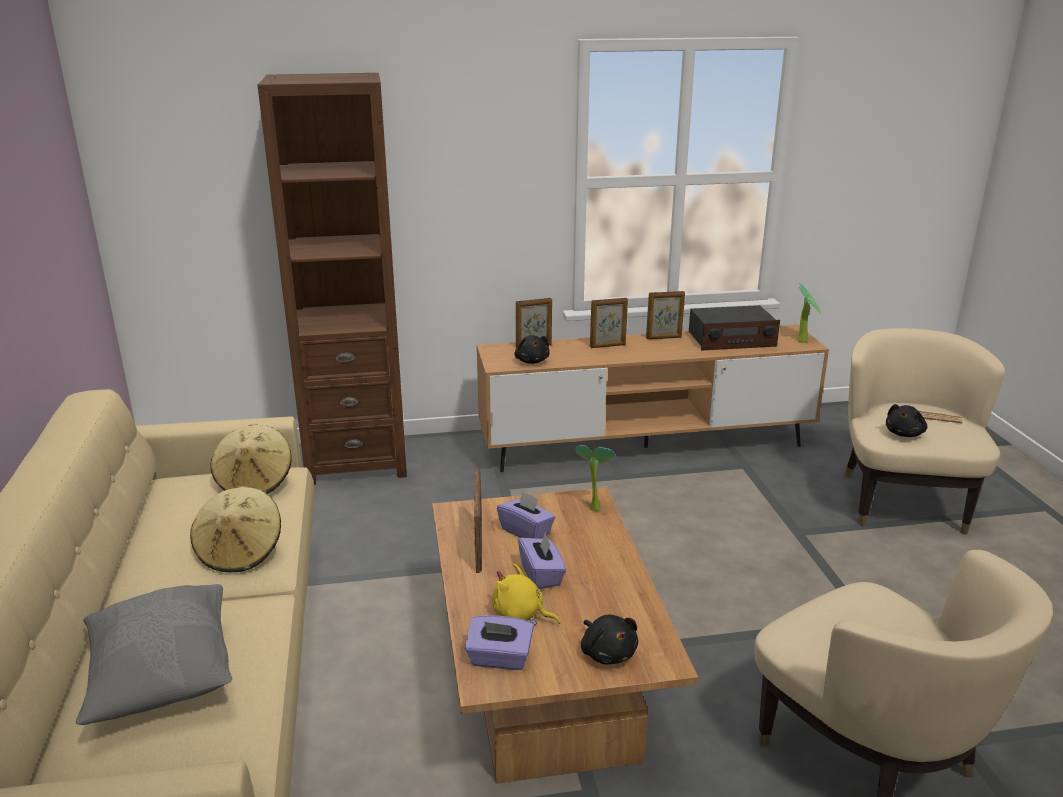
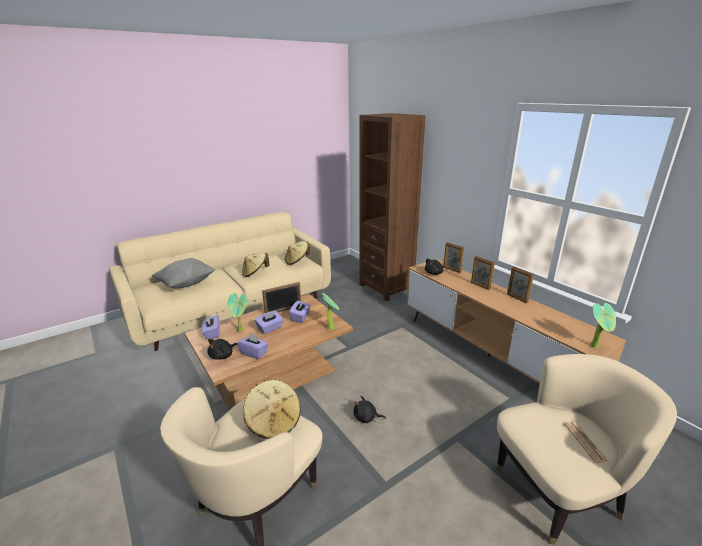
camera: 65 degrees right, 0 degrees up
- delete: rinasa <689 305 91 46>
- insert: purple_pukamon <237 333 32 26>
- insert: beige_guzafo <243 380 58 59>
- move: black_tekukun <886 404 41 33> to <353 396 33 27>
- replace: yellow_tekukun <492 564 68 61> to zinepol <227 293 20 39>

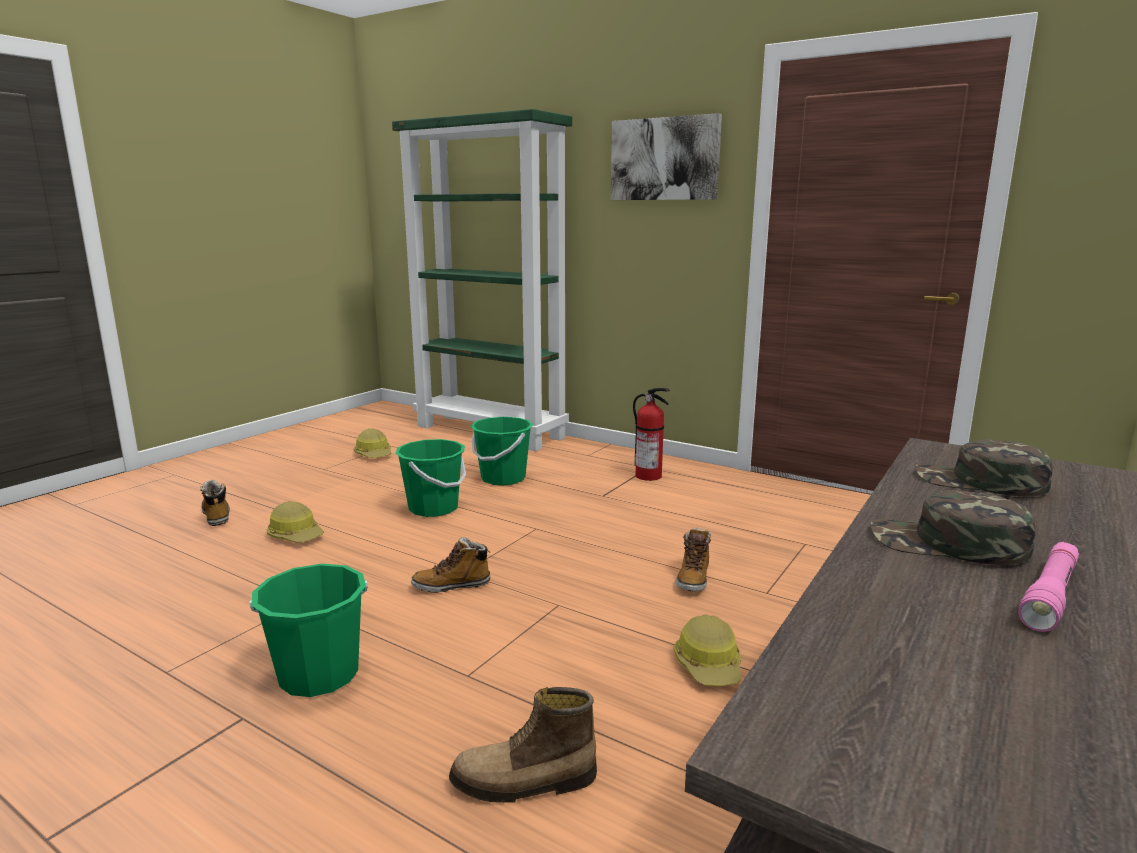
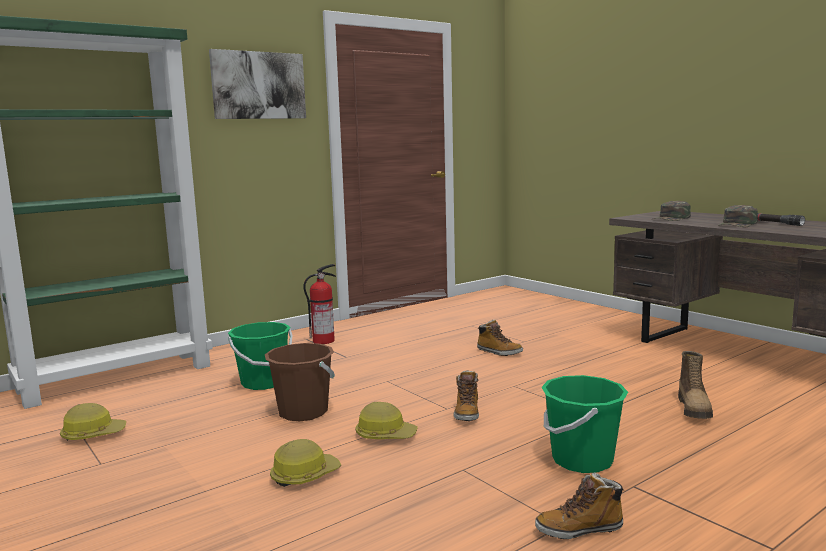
camera: 70 degrees left, 5 degrees down
- move: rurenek <200 479 30 47> to <535 472 90 67>
- move: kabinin <674 615 67 71> to <355 402 63 37>
- recolor: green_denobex <395 439 71 78> to brown_denobex <265 343 70 78>
- recolor: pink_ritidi <1018 542 61 90> to black_ritidi <757 213 48 13>

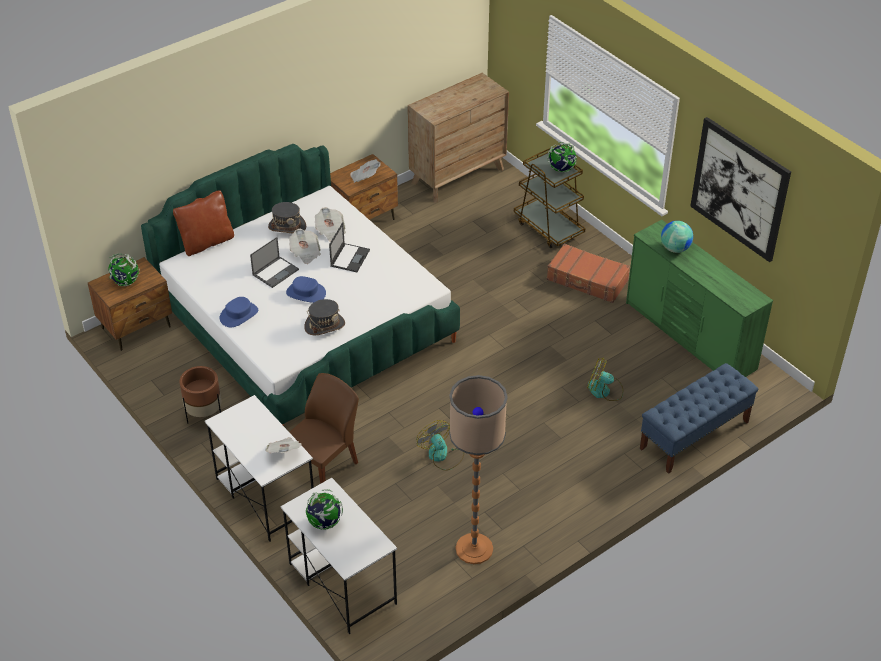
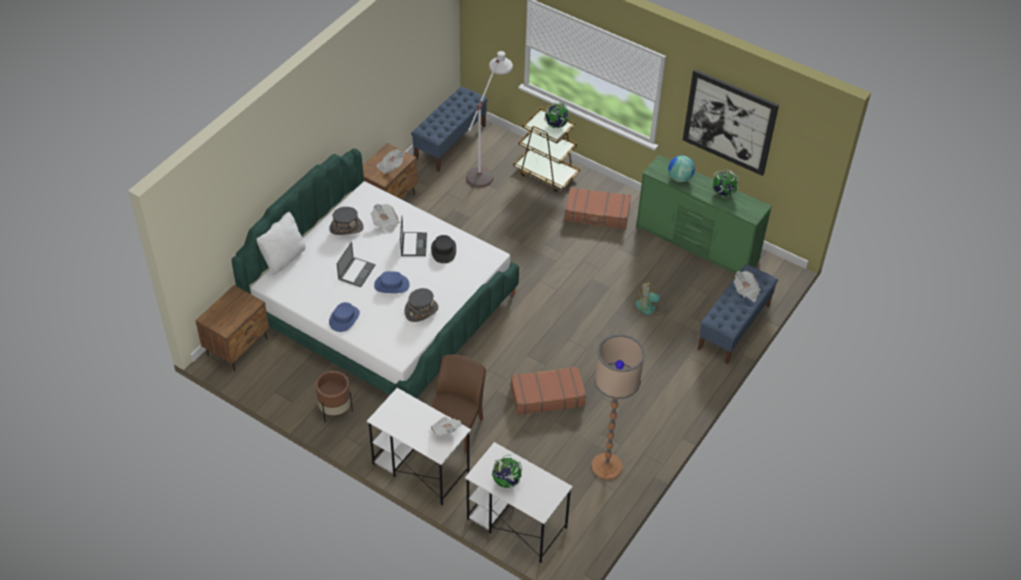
camera: 20 degrees left, 5 degrees up
- insert: black_guzafo <431 235 25 28>
- insert: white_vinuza <466 51 47 136>
- move: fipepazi <108 254 32 32> to <711 170 28 27>
- move: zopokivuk <289 229 32 35> to <734 271 27 31>
- replace: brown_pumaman <408 73 101 130> to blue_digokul <411 86 77 86>
- replace: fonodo <417 420 47 51> to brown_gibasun <511 366 75 49>
- recolor: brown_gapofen <173 190 61 66> to white_gapofen <257 212 49 63>

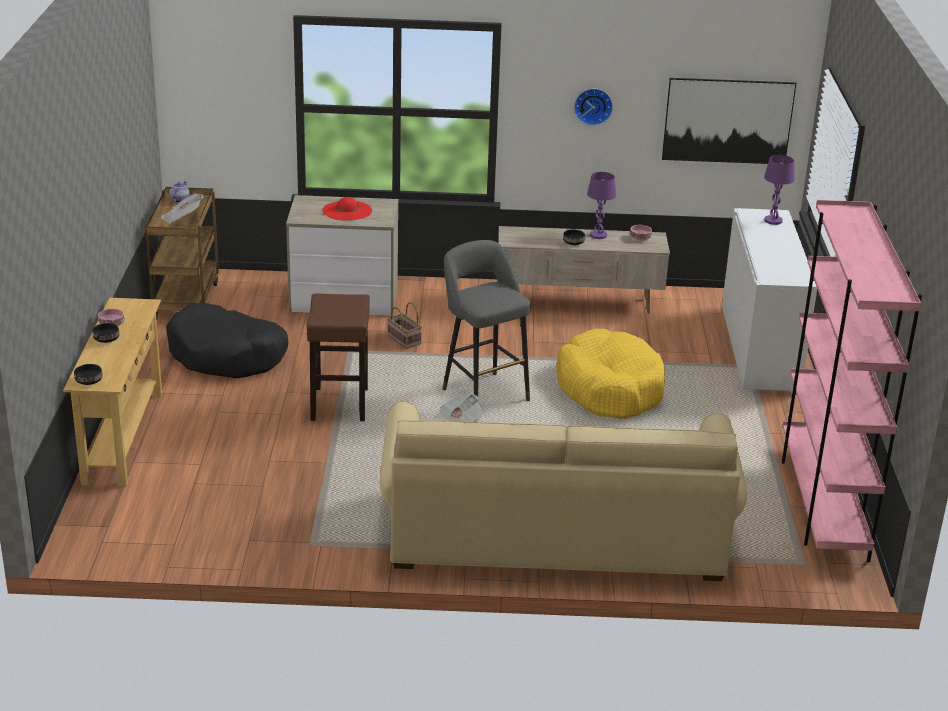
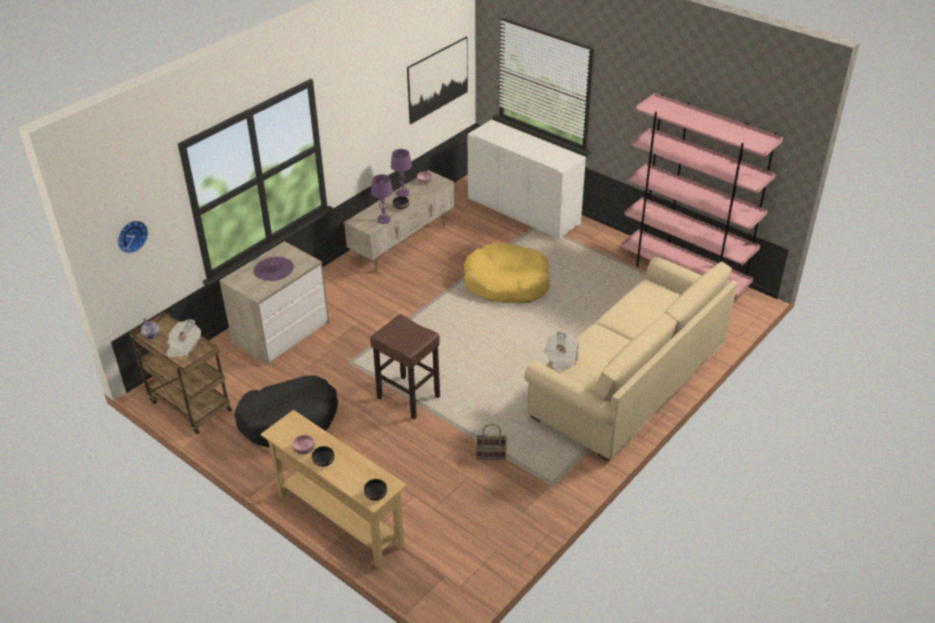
camera: 50 degrees left, 10 degrees up
- delete: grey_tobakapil <442 240 89 161>
- move: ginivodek <387 302 35 47> to <475 424 32 36>
- move: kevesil <574 88 39 38> to <118 221 30 32>
- move: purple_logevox <764 155 31 70> to <371 174 22 50>
- recolor: red_guzafo <322 197 50 23> to purple_guzafo <253 257 41 24>

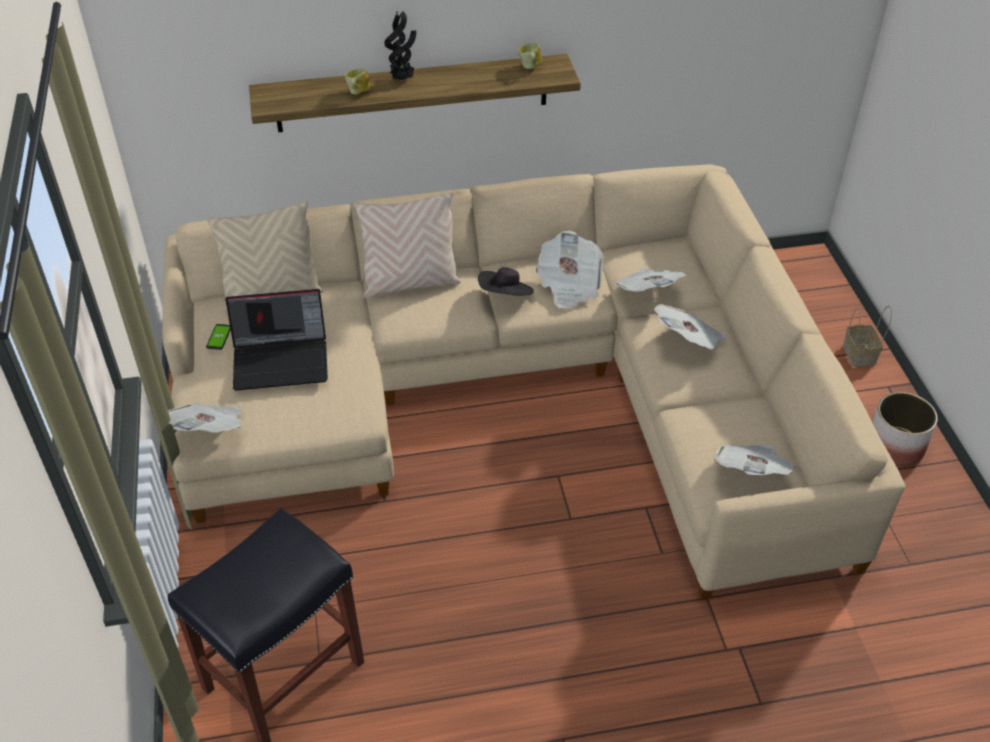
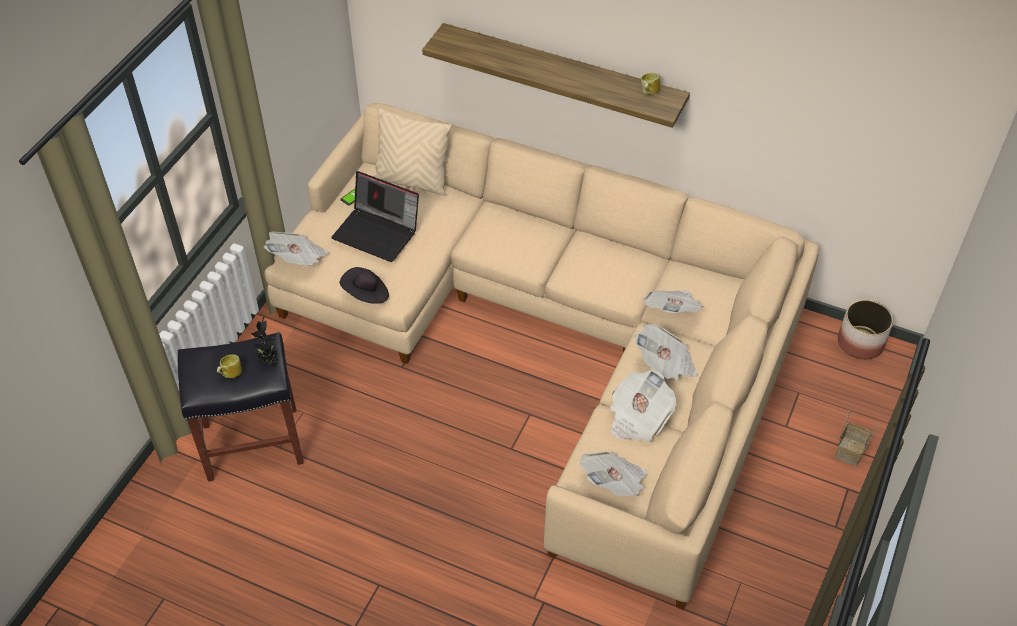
camera: 35 degrees right, 5 degrees up
- delete: beige_gapofen <354 192 107 106>
- move: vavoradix <345 68 25 26> to <217 354 25 24>
- move: zinepol <384 11 32 70> to <251 317 27 48>
- move: black_guzafo <478 267 56 29> to <340 267 49 37>
- move: zopokivuk <536 231 68 78> to <610 370 66 72>
- move: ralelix <872 392 66 74> to <838 300 55 60>

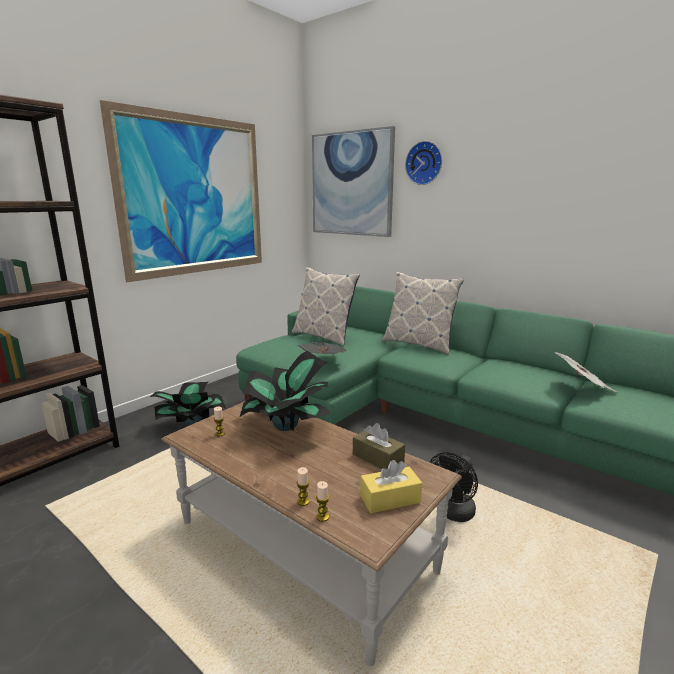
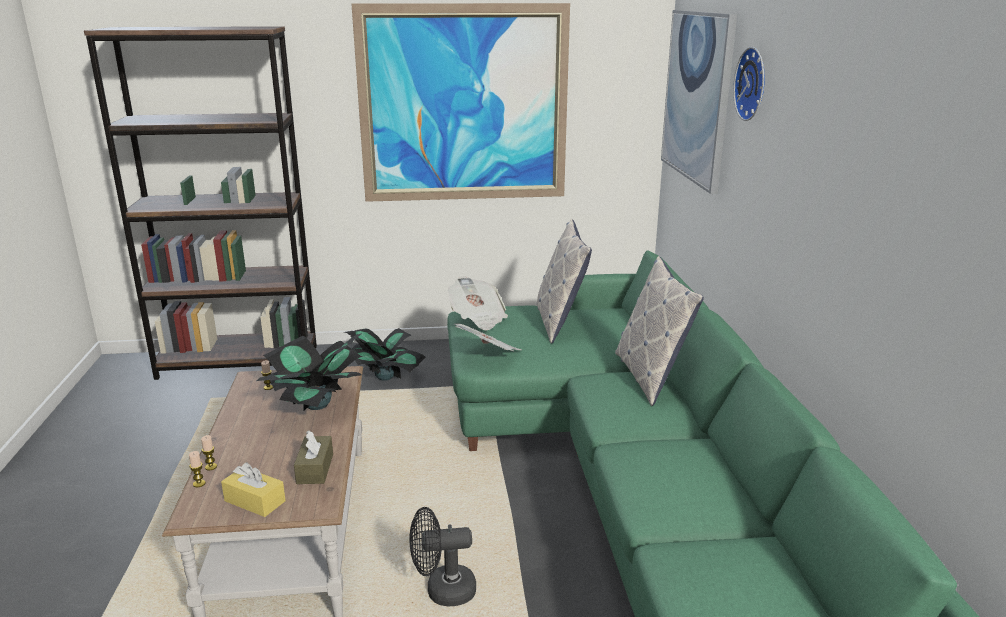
camera: 45 degrees right, 5 degrees up
- move: zopokivuk <554 352 63 40> to <447 277 61 54>

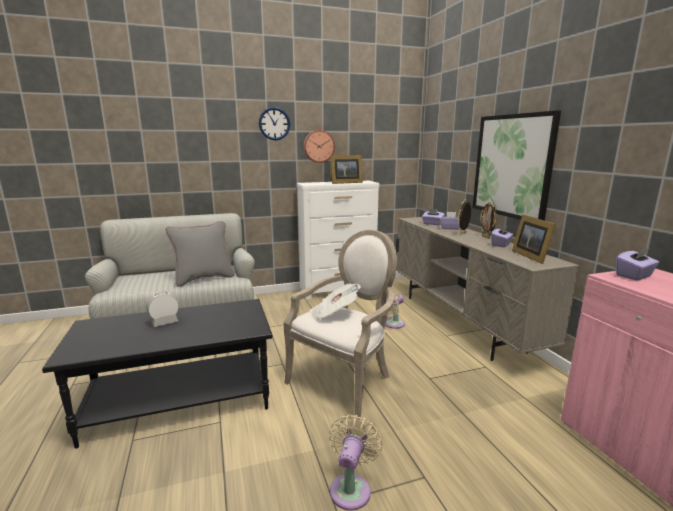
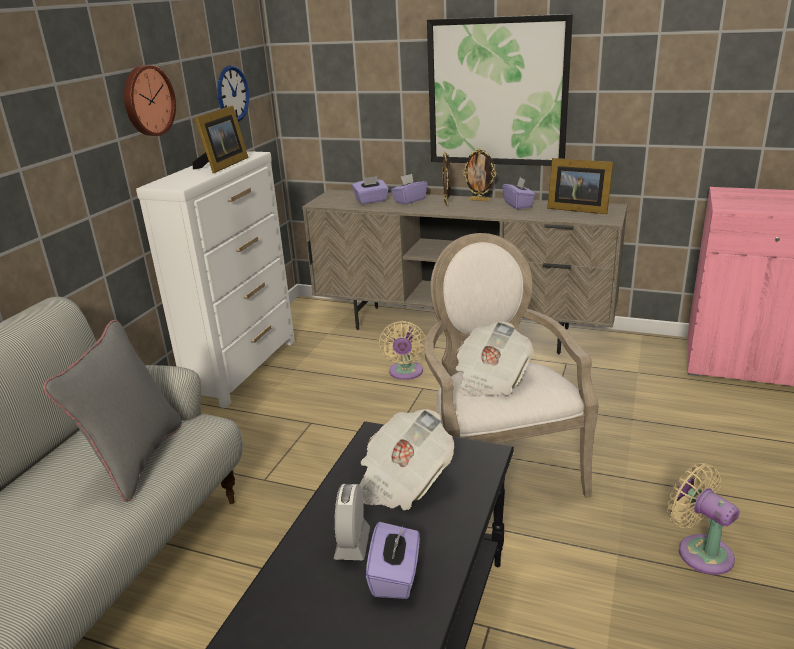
camera: 50 degrees left, 10 degrees up
- insert: zopokivuk <359 409 95 101>
- move: kevesil <259 107 31 33> to <217 65 32 57>
- move: purple_pukamon <616 248 43 32> to <366 522 54 77>

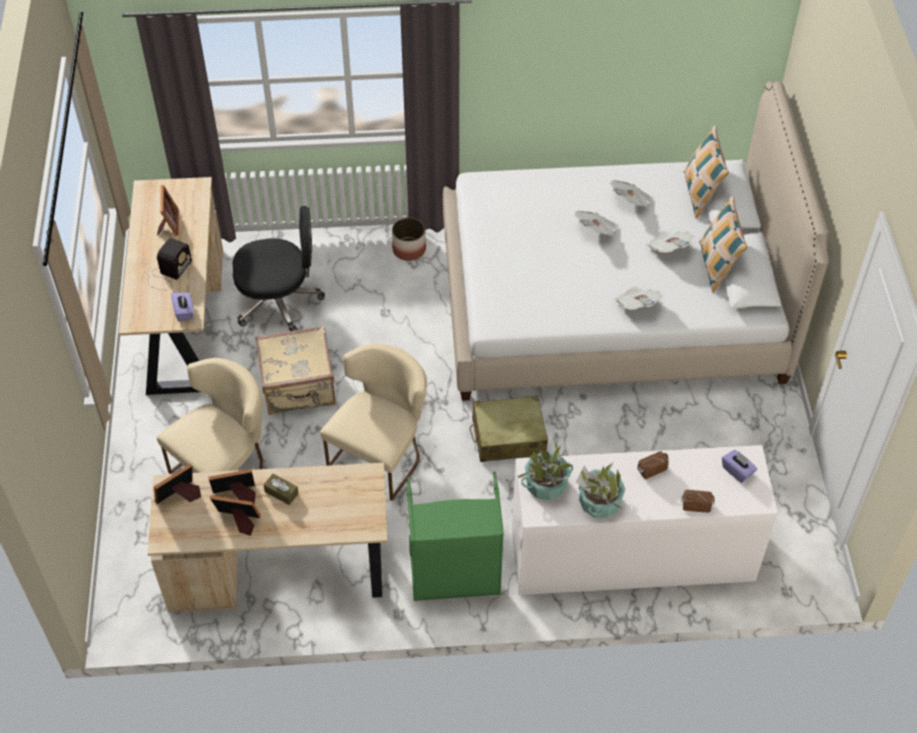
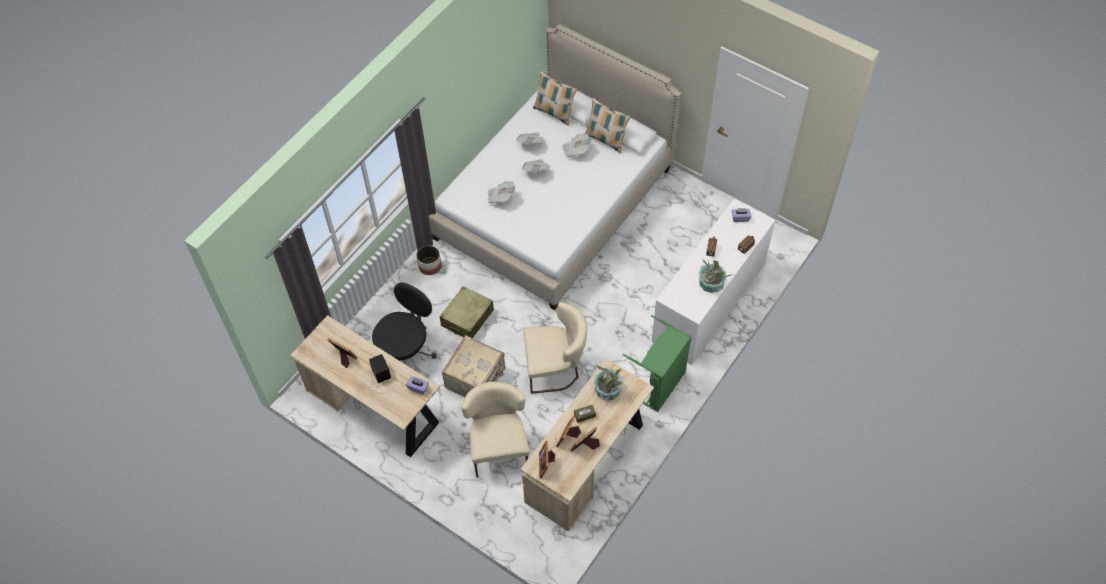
camera: 50 degrees left, 5 degrees up
- move: beige_gibasun <470 396 78 66> to <440 286 54 53>
- move: zinepol <517 439 56 61> to <594 364 31 36>
- move: zopokivuk <615 287 48 23> to <488 181 28 22>
- rotate: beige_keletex <320 343 107 157> = <524 302 64 92> 105 degrees clockwise

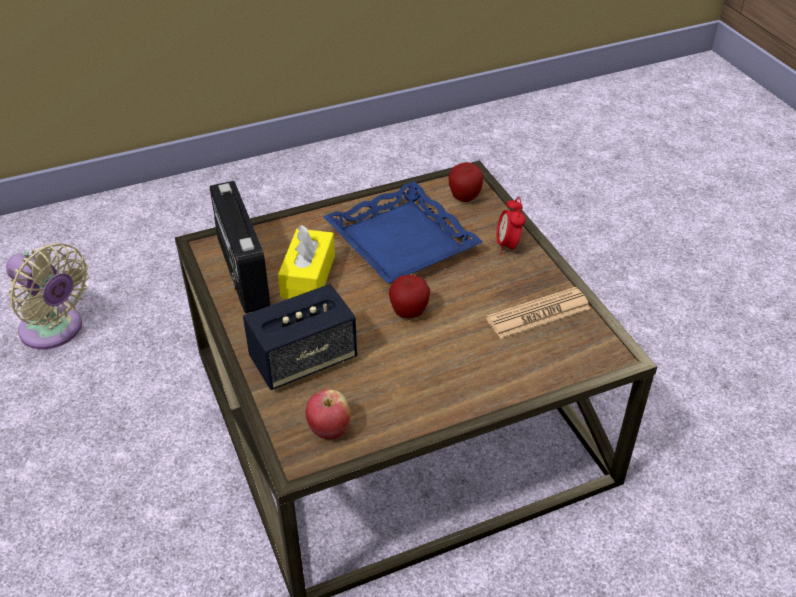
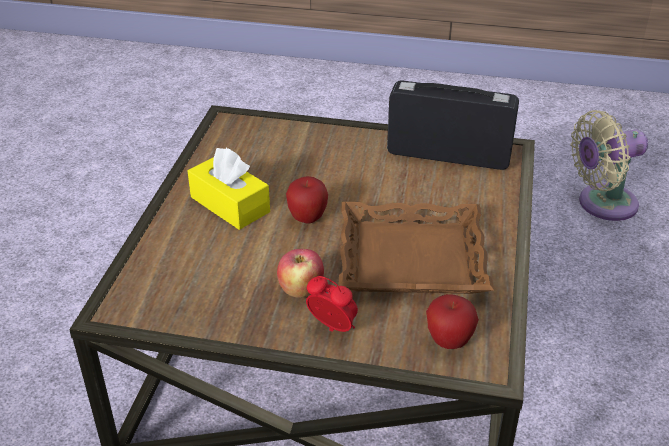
camera: 125 degrees right, 5 degrees down
- delete: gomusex <243 284 114 106>
- delete: zopokivuk <486 287 105 52>
- move: yellow_pukamon <278 225 57 74> to <188 148 82 82>
- move: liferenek <306 389 45 50> to <277 249 47 49>
- recolor: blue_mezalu <323 181 160 103> to brown_mezalu <338 202 156 92>

